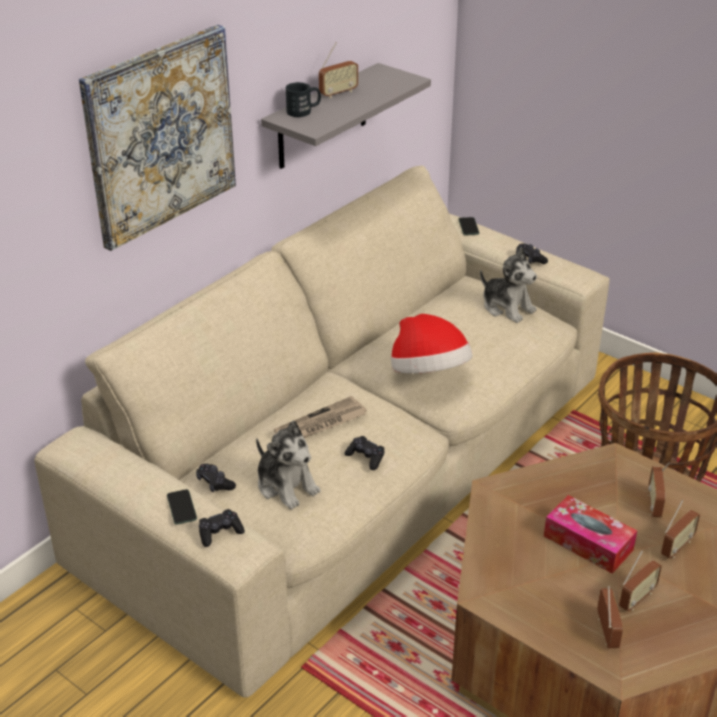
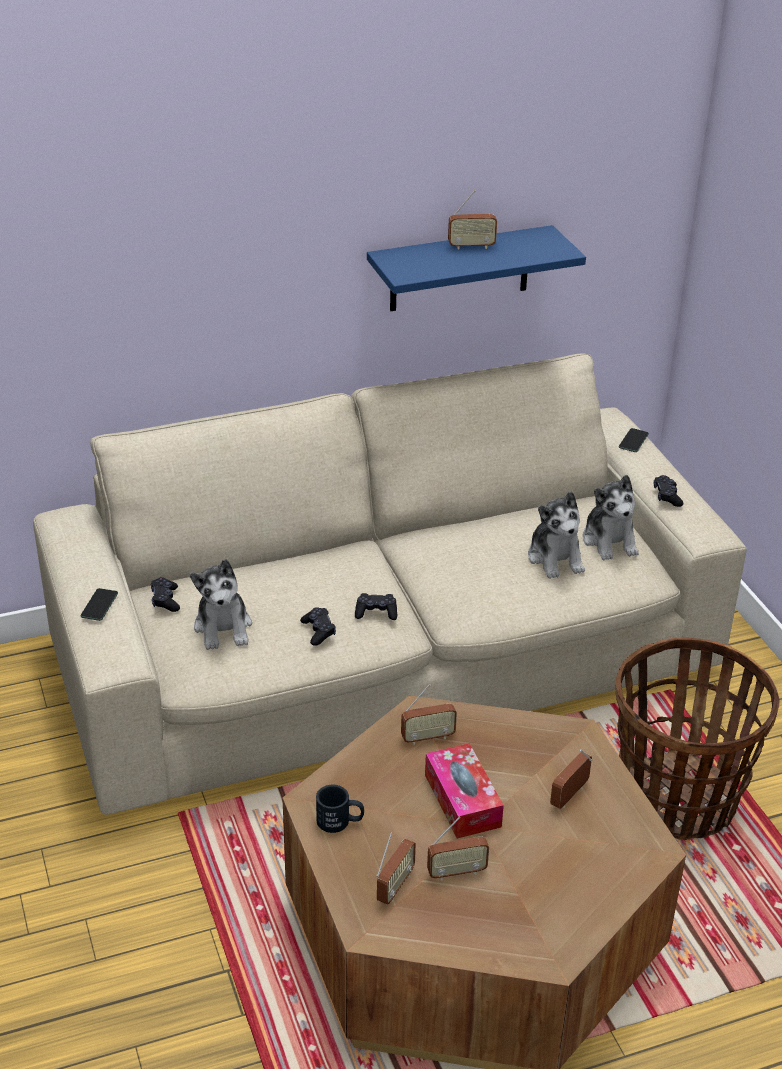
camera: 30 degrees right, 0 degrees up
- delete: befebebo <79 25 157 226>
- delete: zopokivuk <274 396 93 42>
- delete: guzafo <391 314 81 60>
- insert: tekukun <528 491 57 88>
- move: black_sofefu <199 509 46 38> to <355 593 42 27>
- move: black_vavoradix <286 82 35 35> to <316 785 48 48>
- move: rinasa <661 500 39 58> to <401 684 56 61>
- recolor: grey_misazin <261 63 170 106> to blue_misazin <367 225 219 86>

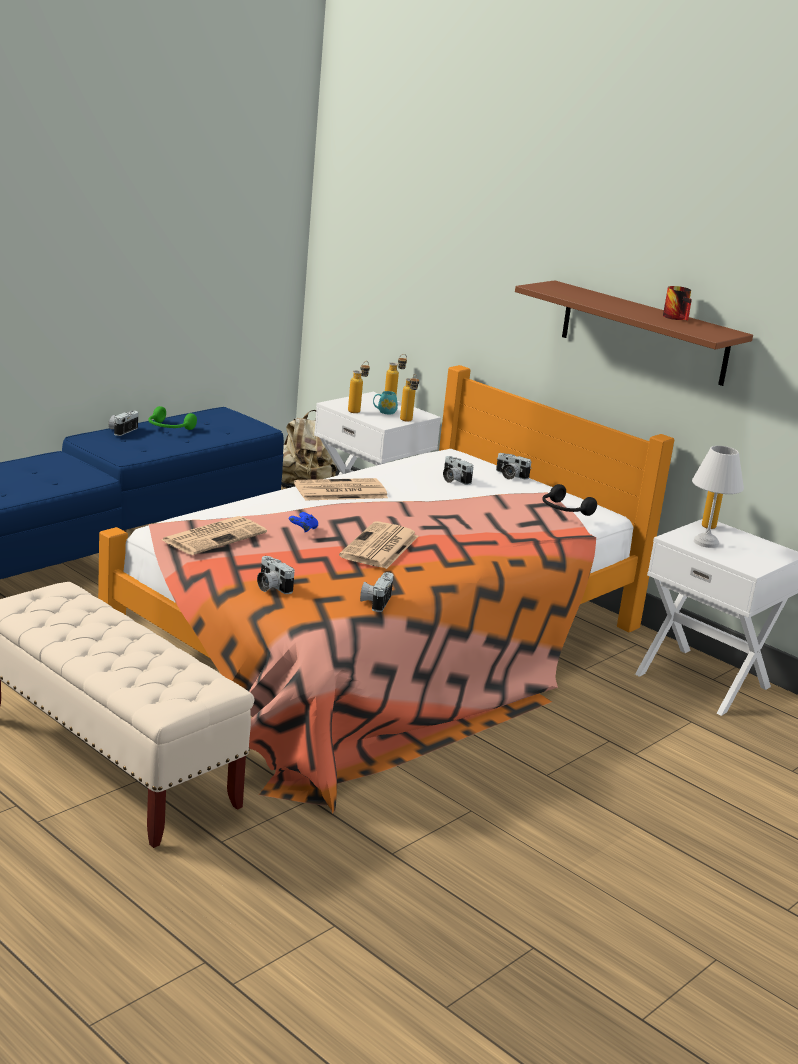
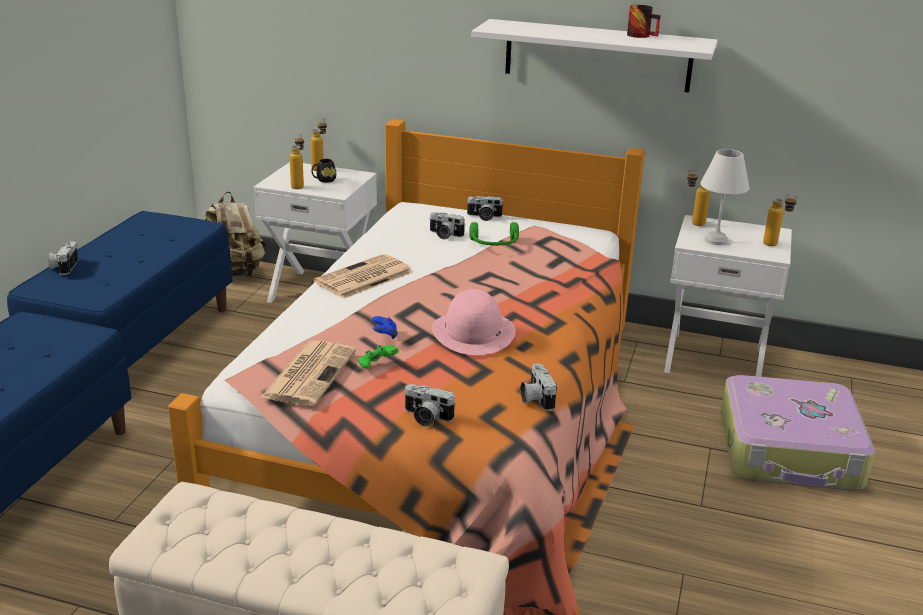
camera: 25 degrees left, 5 degrees up
- delete: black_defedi <542 484 55 32>
- insert: green_sofefu <358 345 41 23>
- insert: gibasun <721 375 154 115>
- move: green_defedi <148 406 49 24> to <469 222 50 24>
- move: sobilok <400 374 19 48> to <763 193 34 53>
- replace: zopokivuk <339 521 80 48> to pink_guzafo <432 289 84 66>
- recolor: turquoise_vavoradix <373 391 25 23> to black_vavoradix <311 159 25 24>
- recolor: brown_misazin <515 280 238 106> to white_misazin <471 19 246 74>

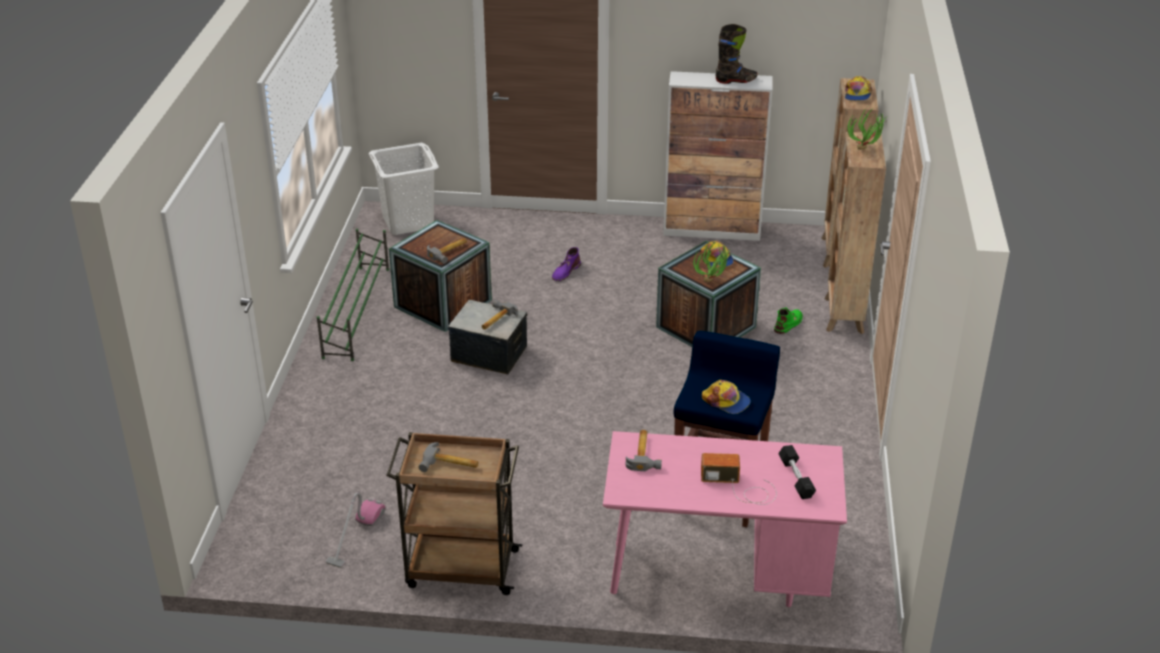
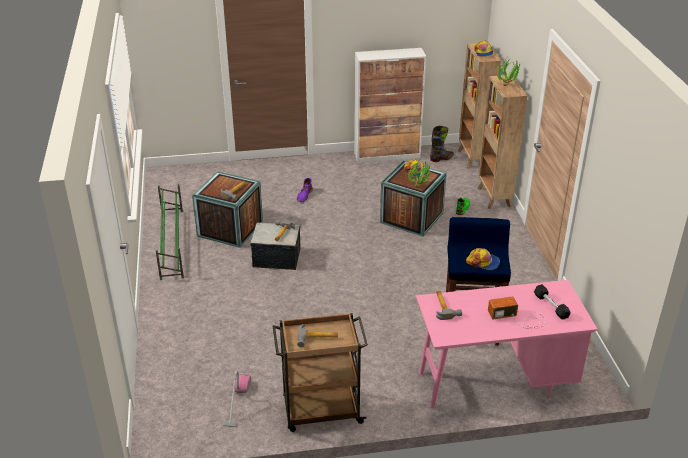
camera: 15 degrees left, 0 degrees up
- delete: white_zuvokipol <369 143 70 92>
- move: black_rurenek <715 24 43 60> to <430 126 24 36>

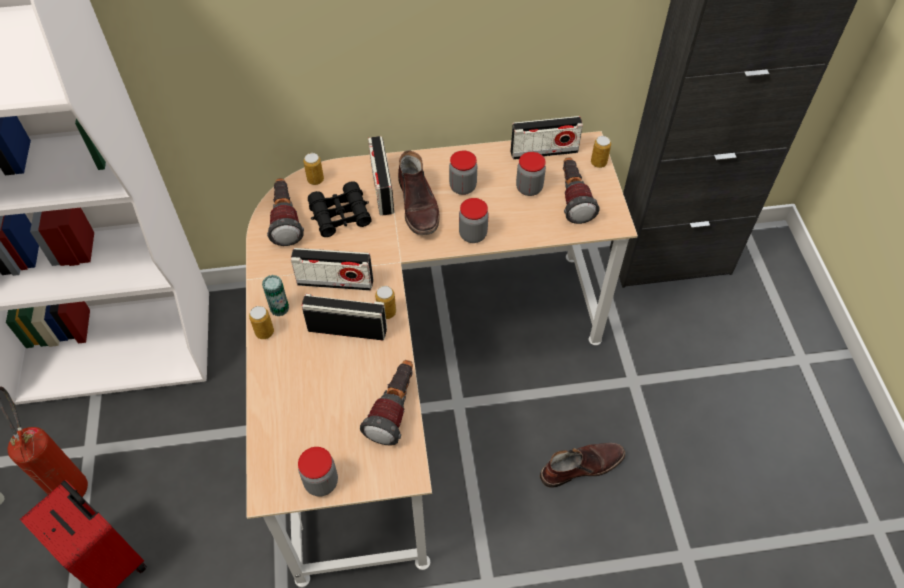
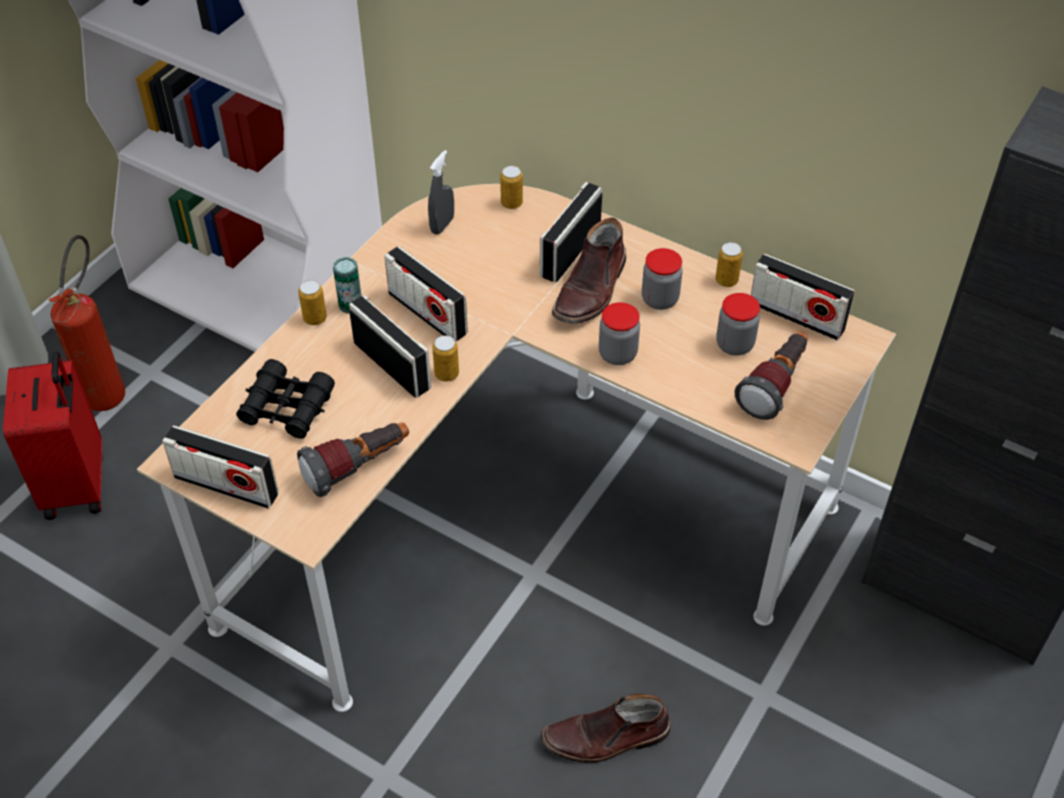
camera: 40 degrees right, 5 degrees down
- move: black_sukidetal <308 181 64 56> to <236 359 99 80>
- move: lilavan <591 136 20 32> to <715 242 28 45>
- replace: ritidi <267 178 37 68> to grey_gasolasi <428 150 26 85>
- replace: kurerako <298 447 40 49> to rinasa <162 425 117 84>
- rotate: brown_rurenek <540 443 85 45> = <540 693 131 70> 150 degrees clockwise

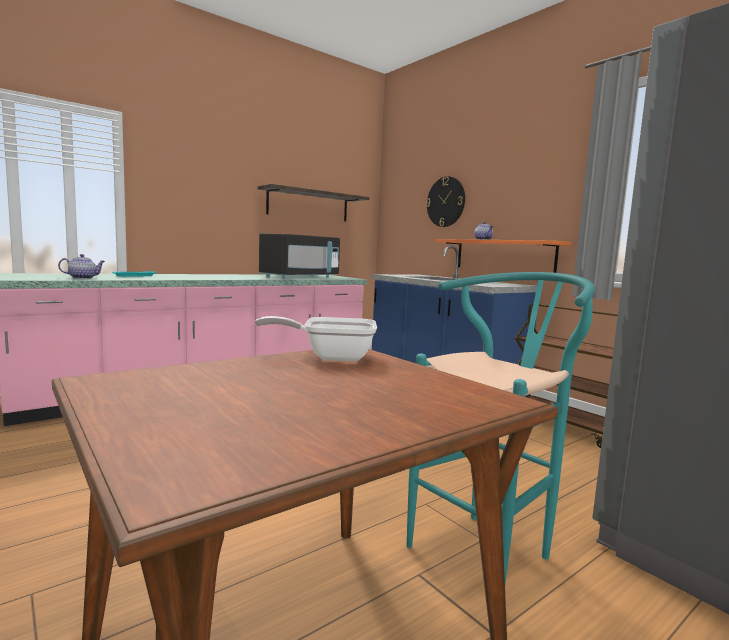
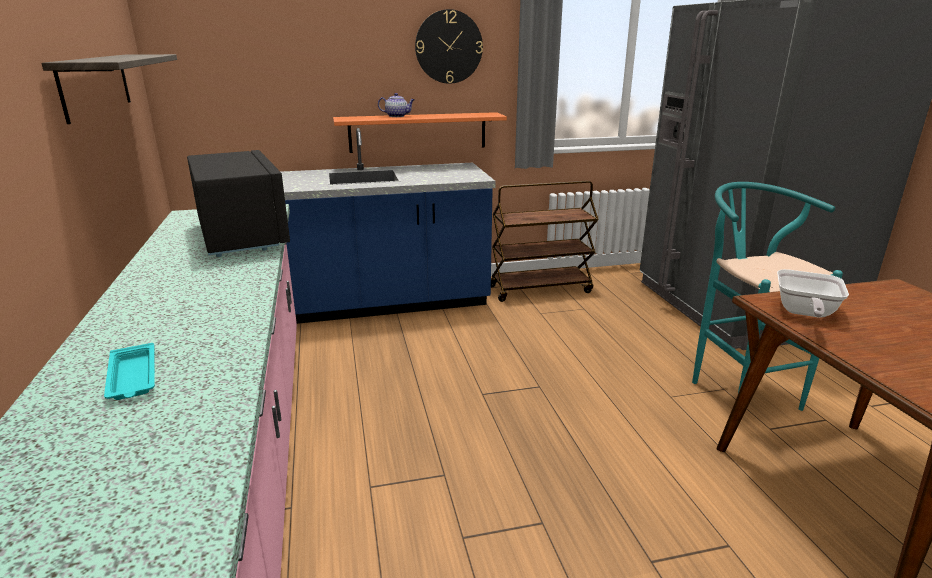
camera: 65 degrees left, 15 degrees up
- delete: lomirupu <58 254 47 25>
- move: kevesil <426 176 39 51> to <415 9 68 75>

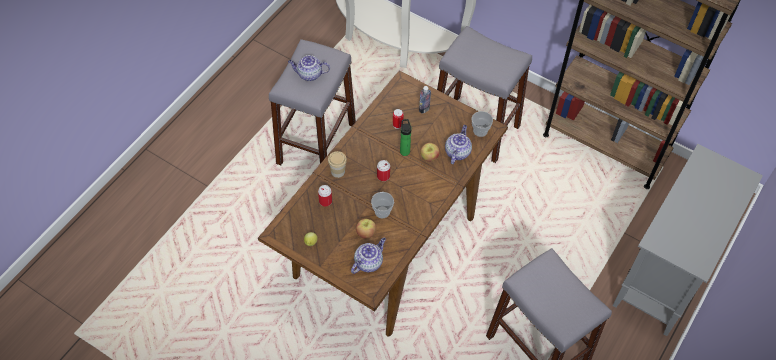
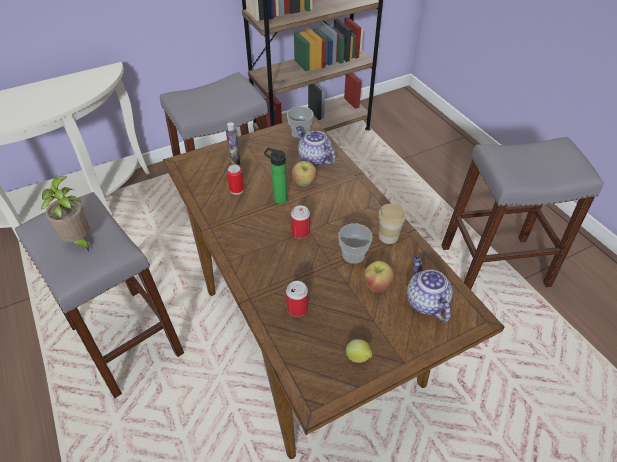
camera: 60 degrees left, 10 degrees down
- delete: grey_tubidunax <612 144 151 192>
- move: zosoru <328 151 19 27> to <378 203 28 41>
- replace: lomirupu <288 55 42 26> to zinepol <41 176 49 76>

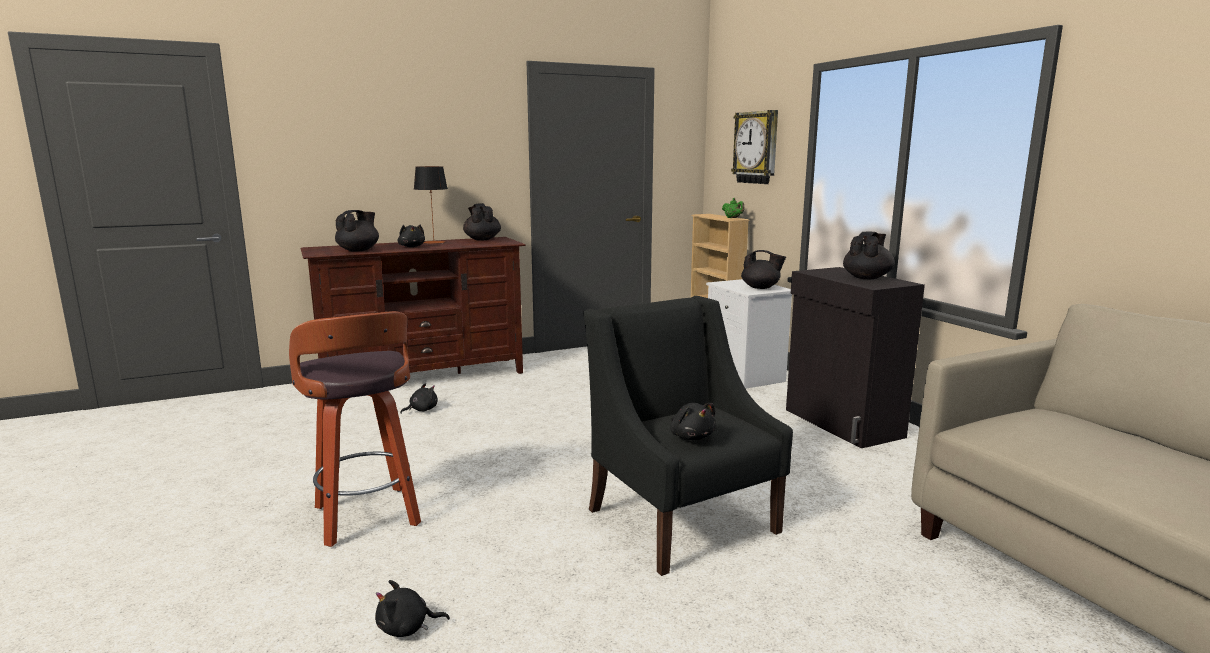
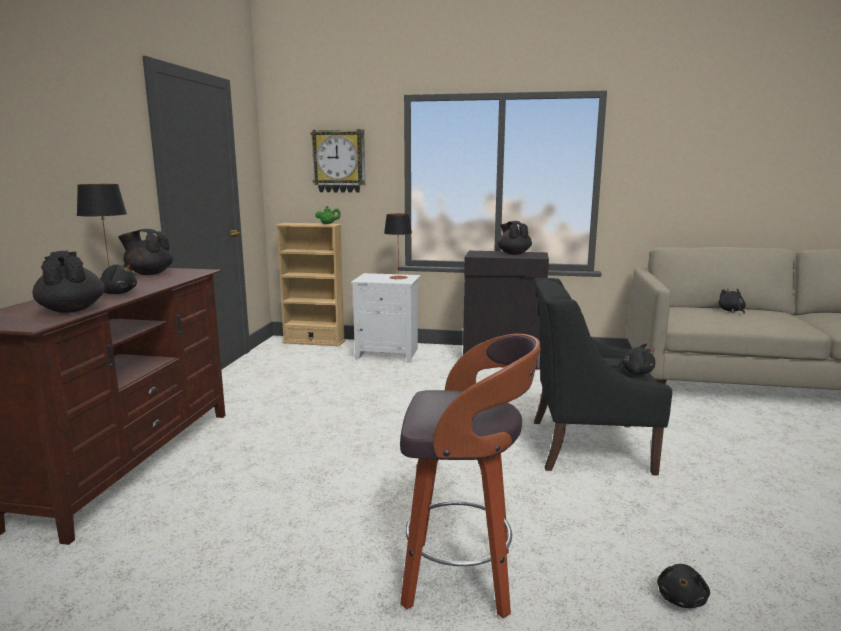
camera: 55 degrees left, 0 degrees up
- move: black_tekukun <400 383 38 30> to <718 289 28 25>
- replace: black_lomirupu <741 250 45 39> to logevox <384 214 28 65>

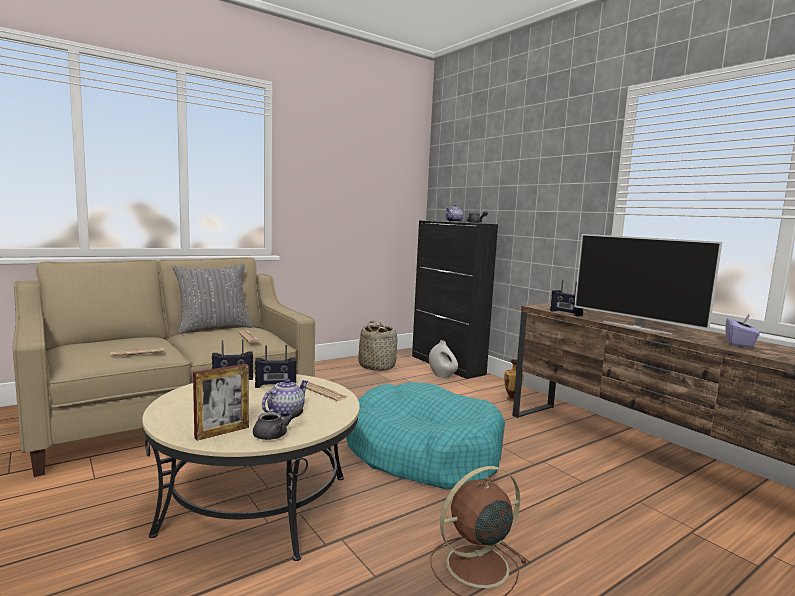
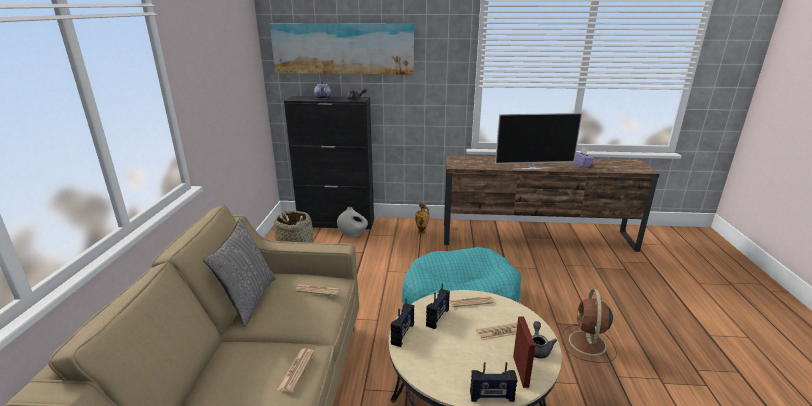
camera: 50 degrees left, 15 degrees up
- insert: befebebo <270 23 144 52>
- move: rinasa <550 280 33 36> to <470 362 47 40>
- replace: lomirupu <262 379 46 39> to zopokivuk <476 322 42 18>

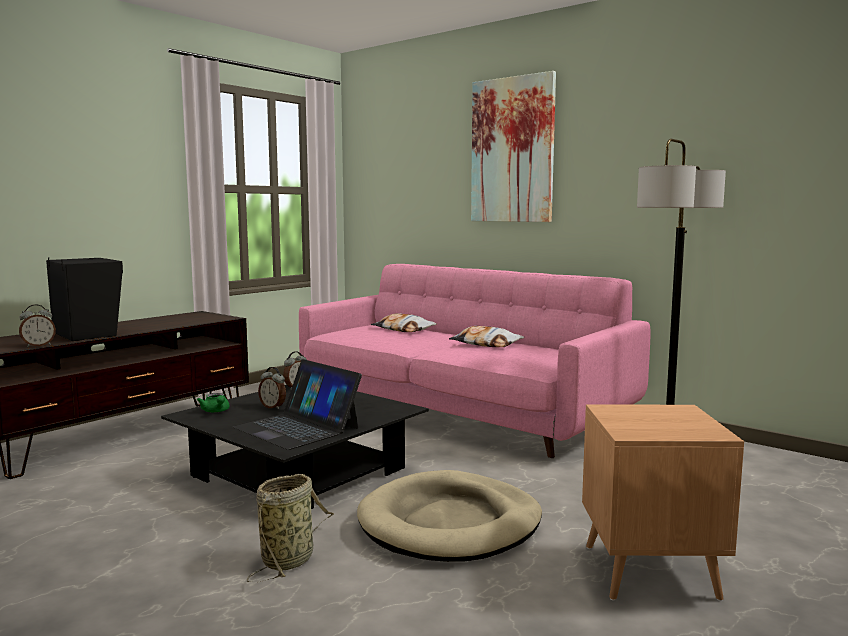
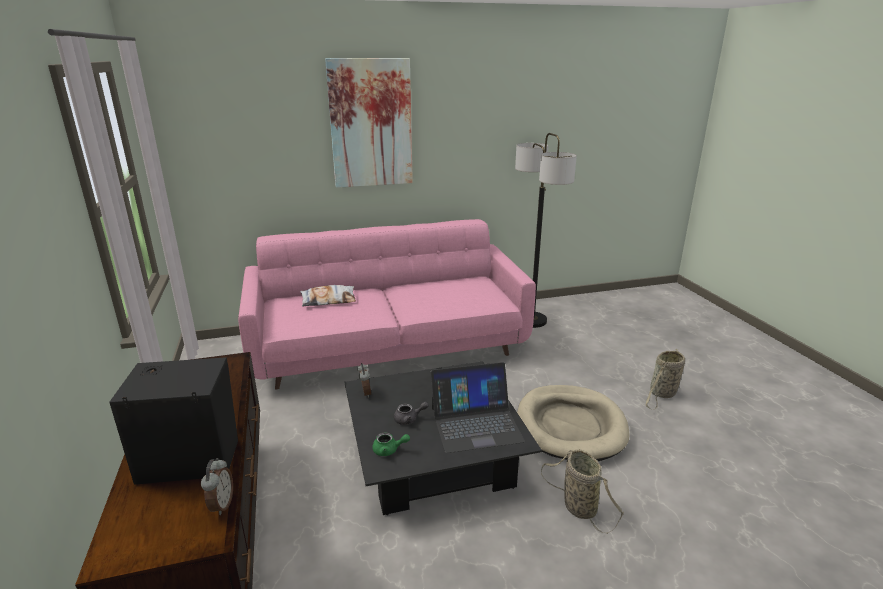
camera: 55 degrees left, 15 degrees up
- delete: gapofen <449 326 75 21>
- replace: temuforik <258 367 28 42> to grey_lomirupu <394 402 35 23>
- replace: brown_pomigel <582 404 162 197> to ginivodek <645 349 40 61>

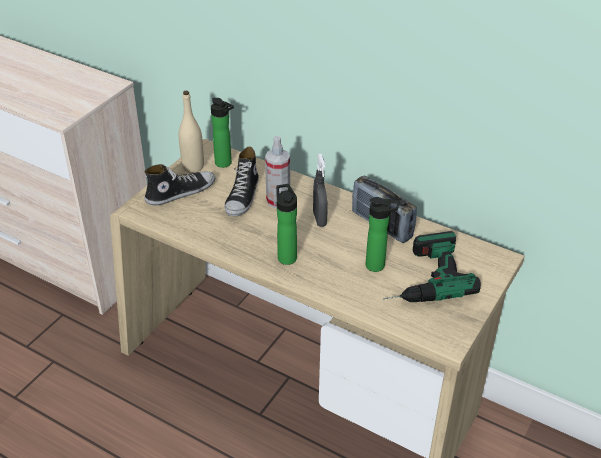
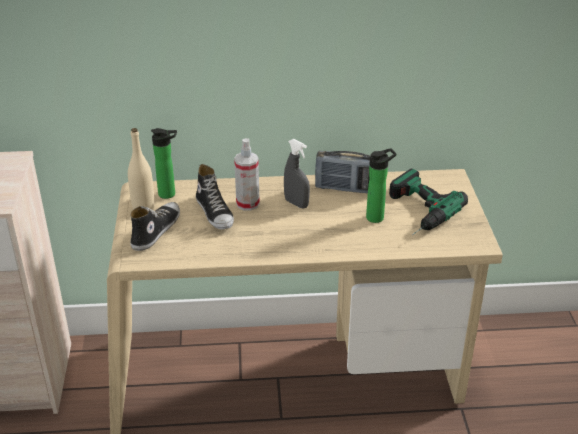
camera: 35 degrees left, 5 degrees down
- delete: sobilok <276 184 21 81>

